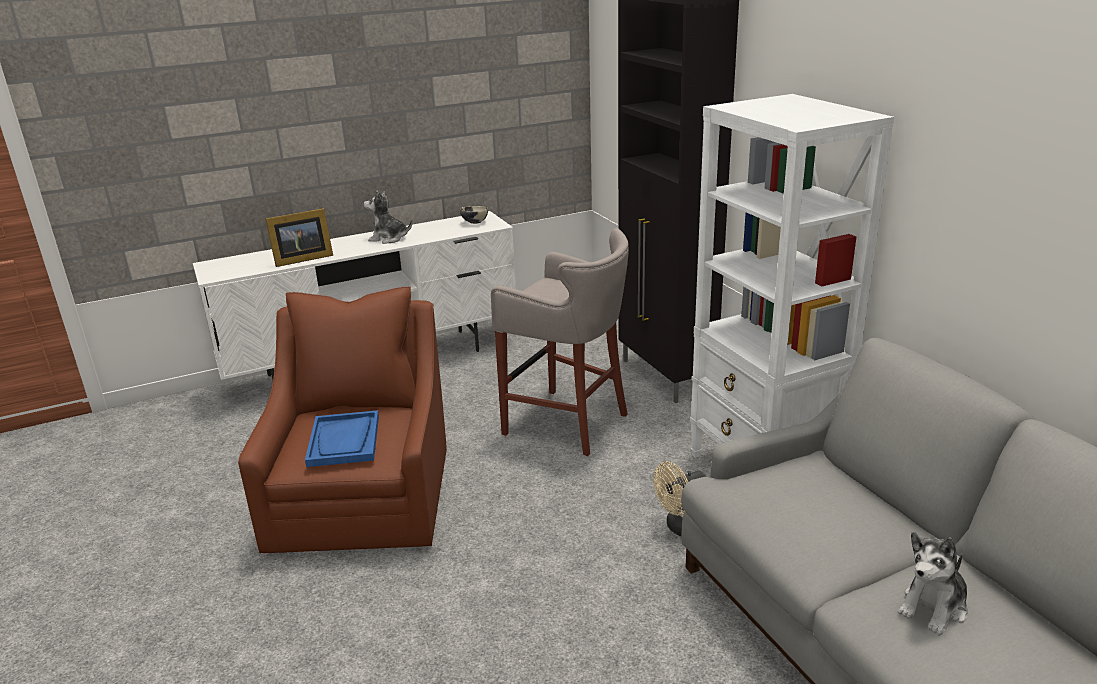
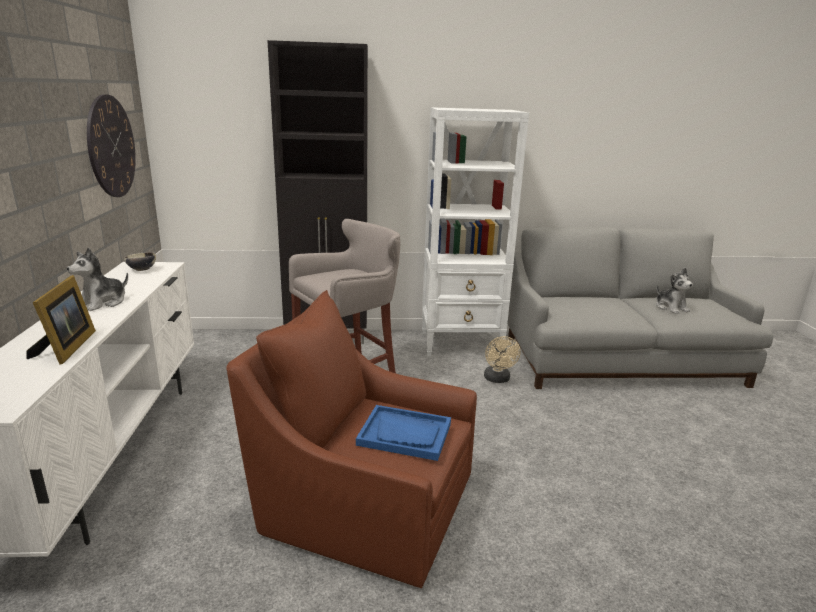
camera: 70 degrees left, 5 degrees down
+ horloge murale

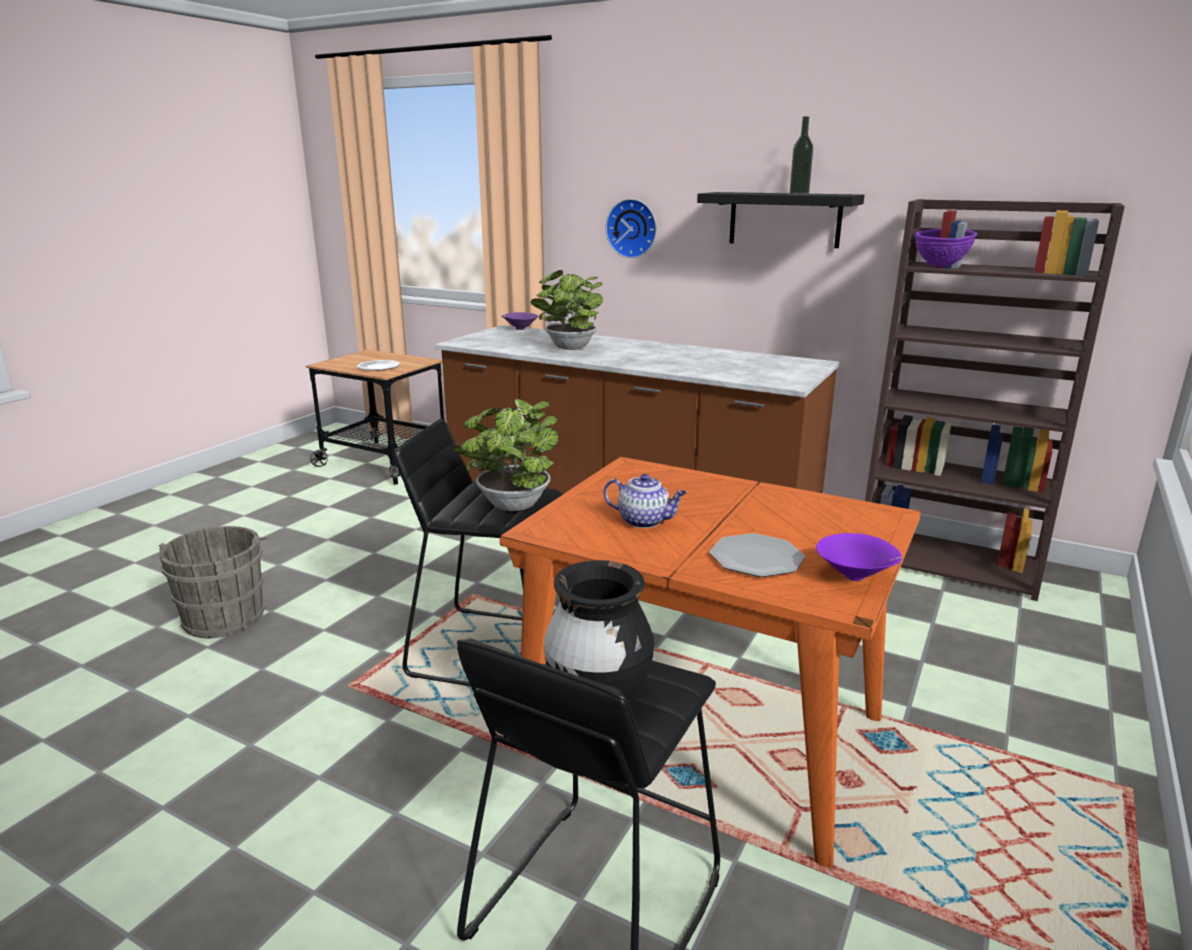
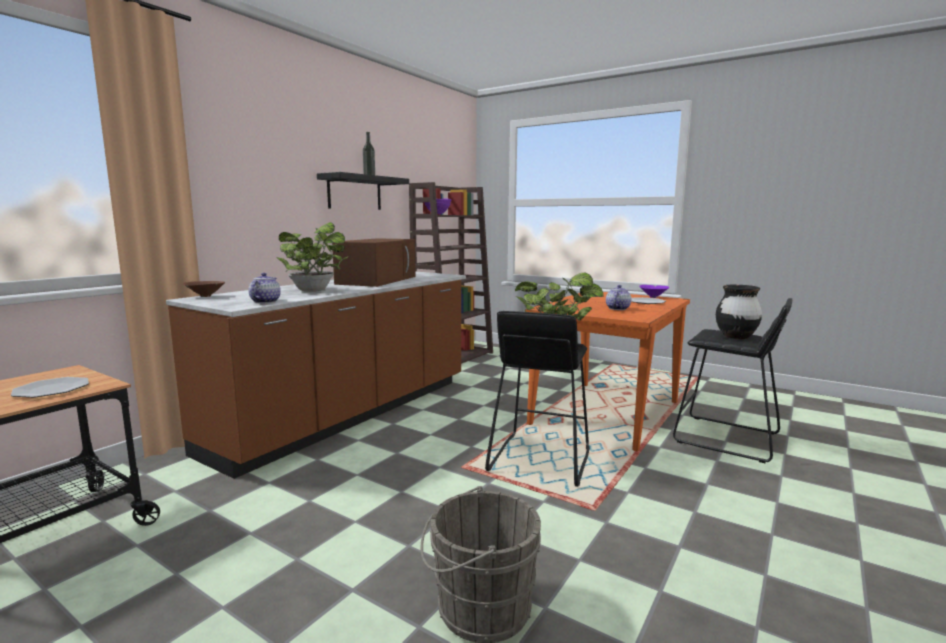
camera: 85 degrees left, 10 degrees down
~ bol/violet (no. 1 from left) to bol/marron
- horloge murale
+ théière (no. 1 from left)
+ micro-ondes/marron

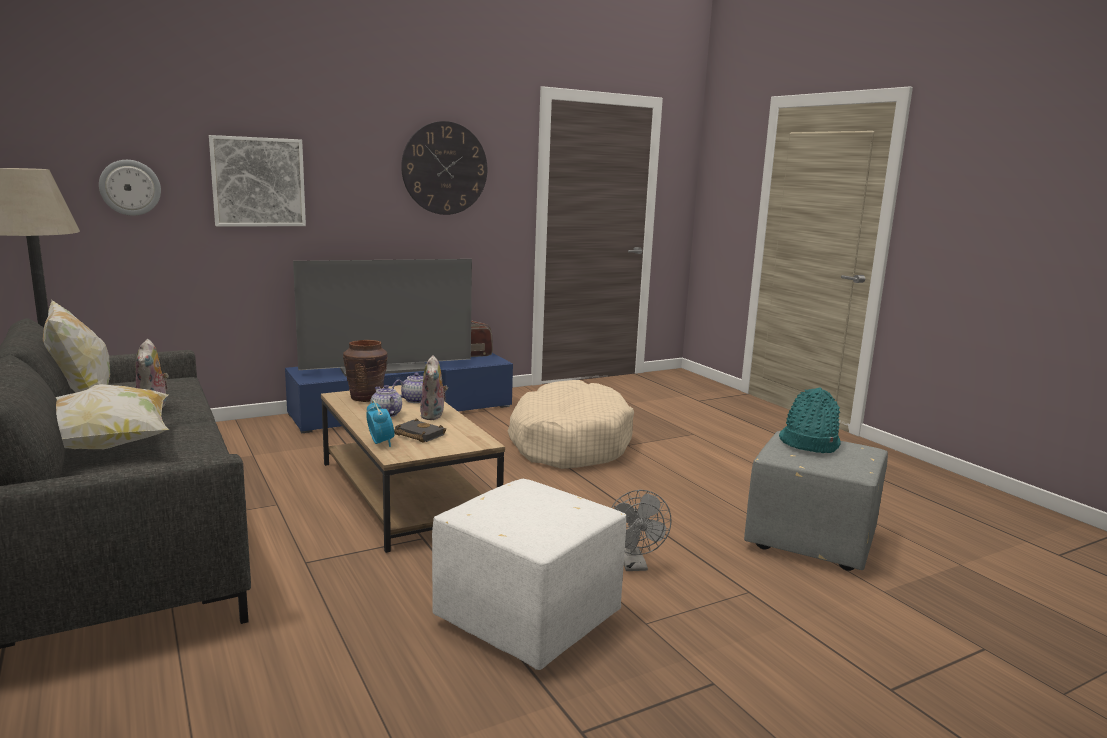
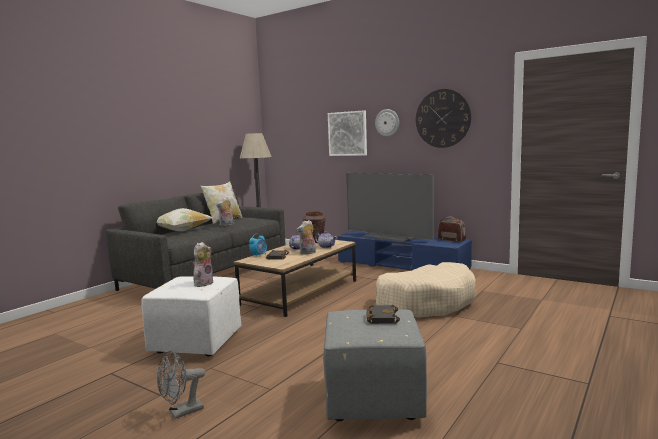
camera: 65 degrees right, 5 degrees down
~ horloge murale (no. 1 from left)
~ ventilateur/gris
~ chapeau/turquoise to livre/noir (no. 2 from left)
+ peluche (no. 1 from left)

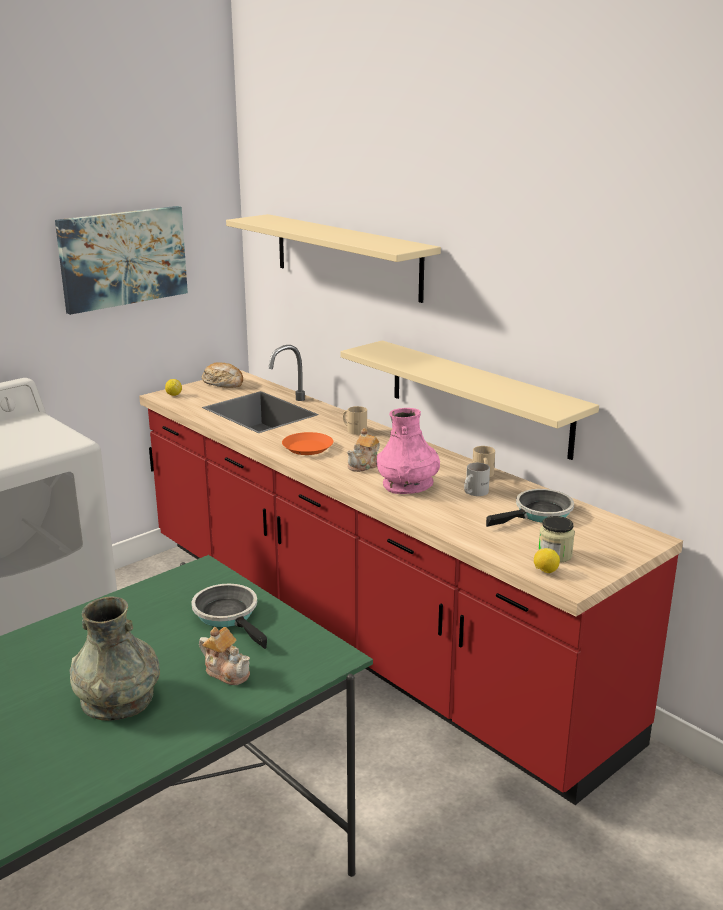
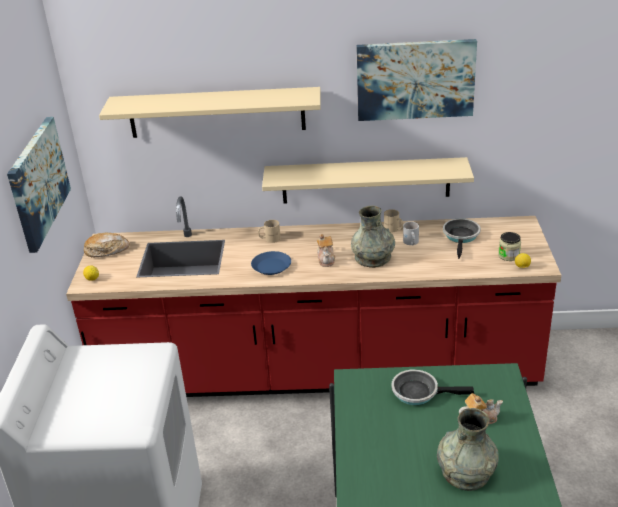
camera: 45 degrees left, 10 degrees up
~ assiette/orange to assiette/bleu
~ vase/rose to vase/gris (no. 1 from left)
+ tableau (no. 2 from left)

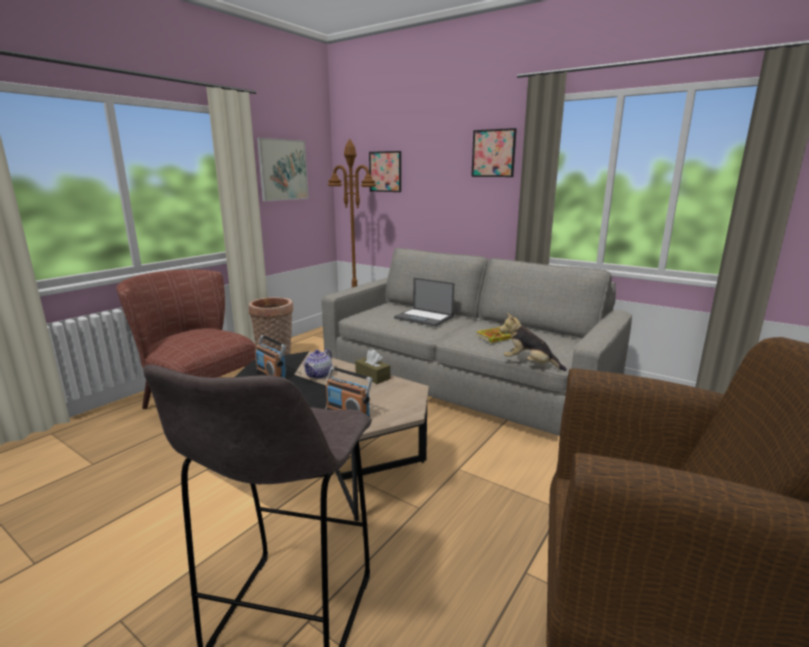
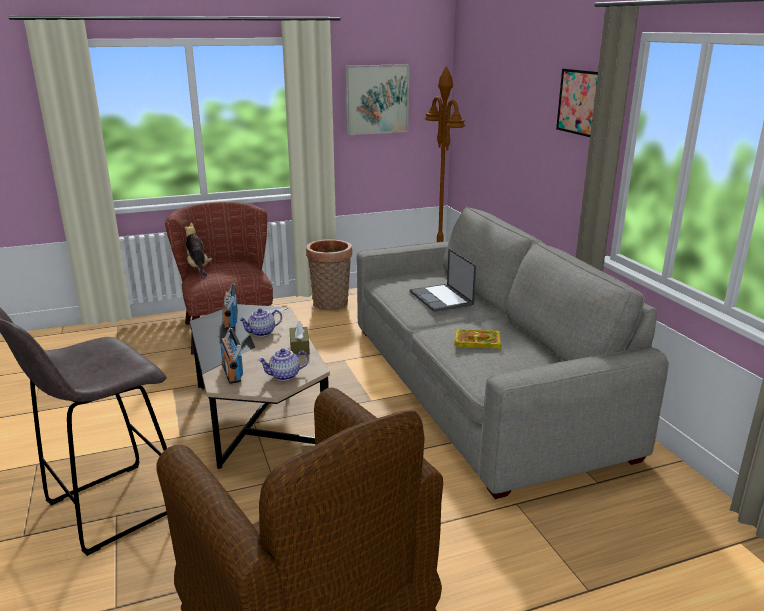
camera: 35 degrees right, 5 degrees up
- tableau (no. 2 from left)
~ peluche
+ théière (no. 2 from left)

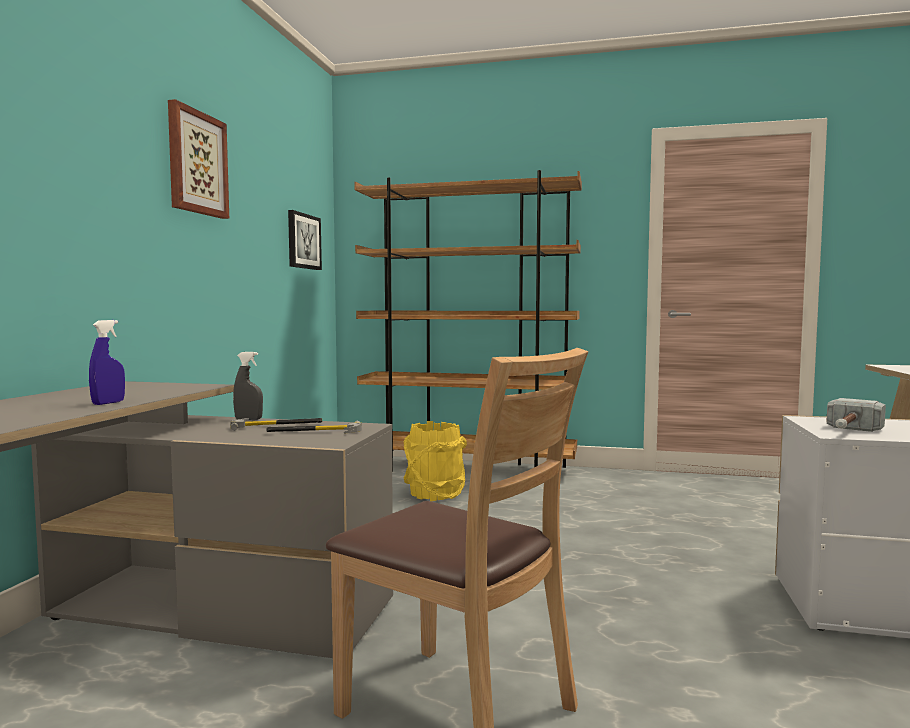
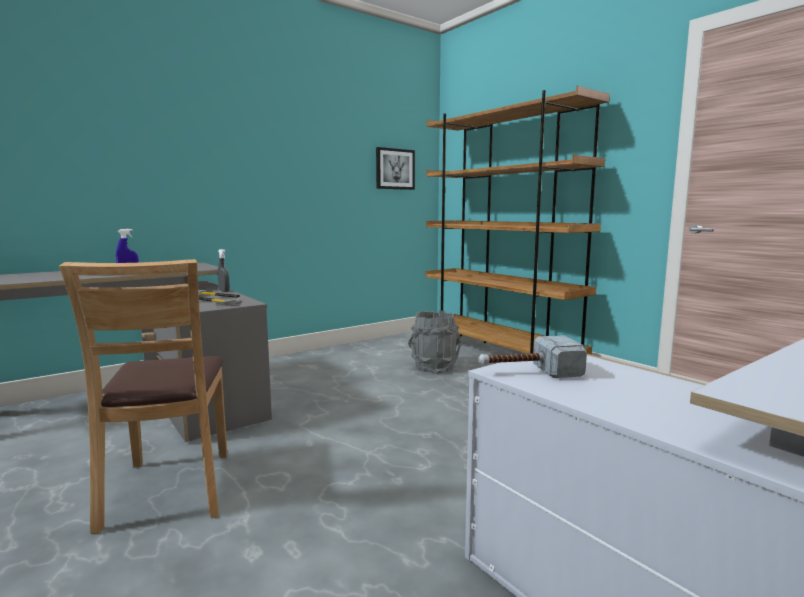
camera: 40 degrees right, 5 degrees up
- tableau (no. 1 from left)
~ seau/jaune to seau/gris

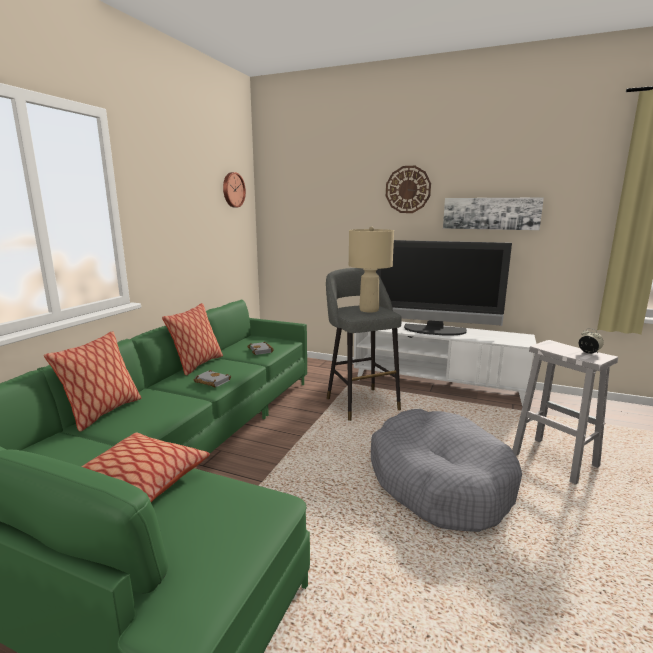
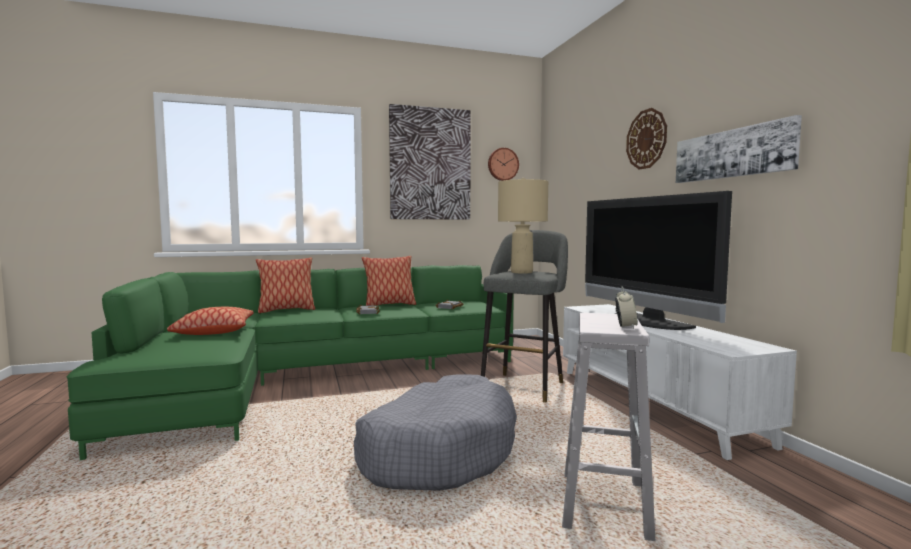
camera: 50 degrees right, 10 degrees down
+ tableau (no. 1 from left)

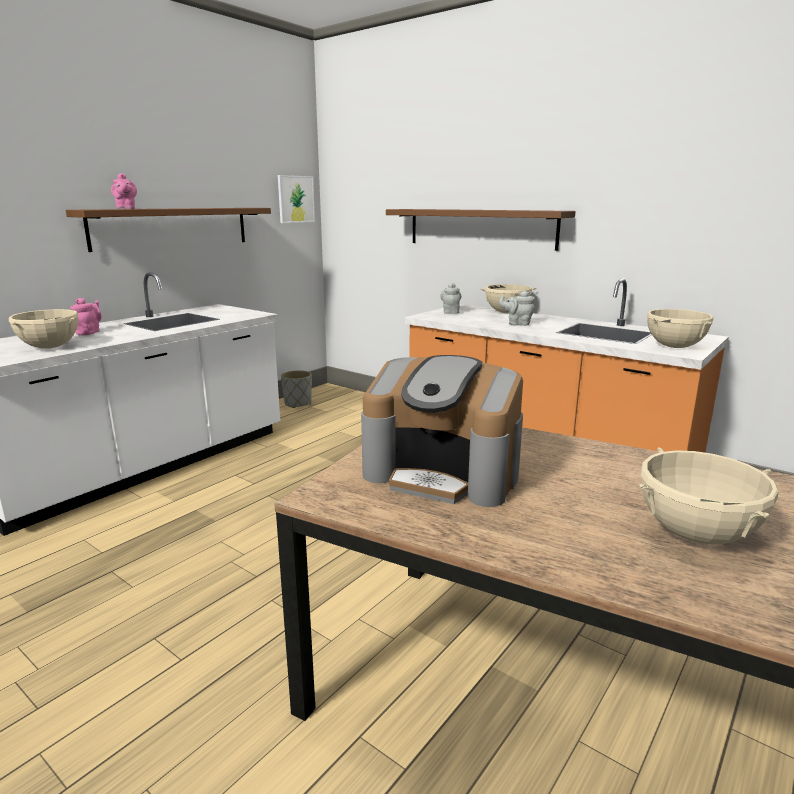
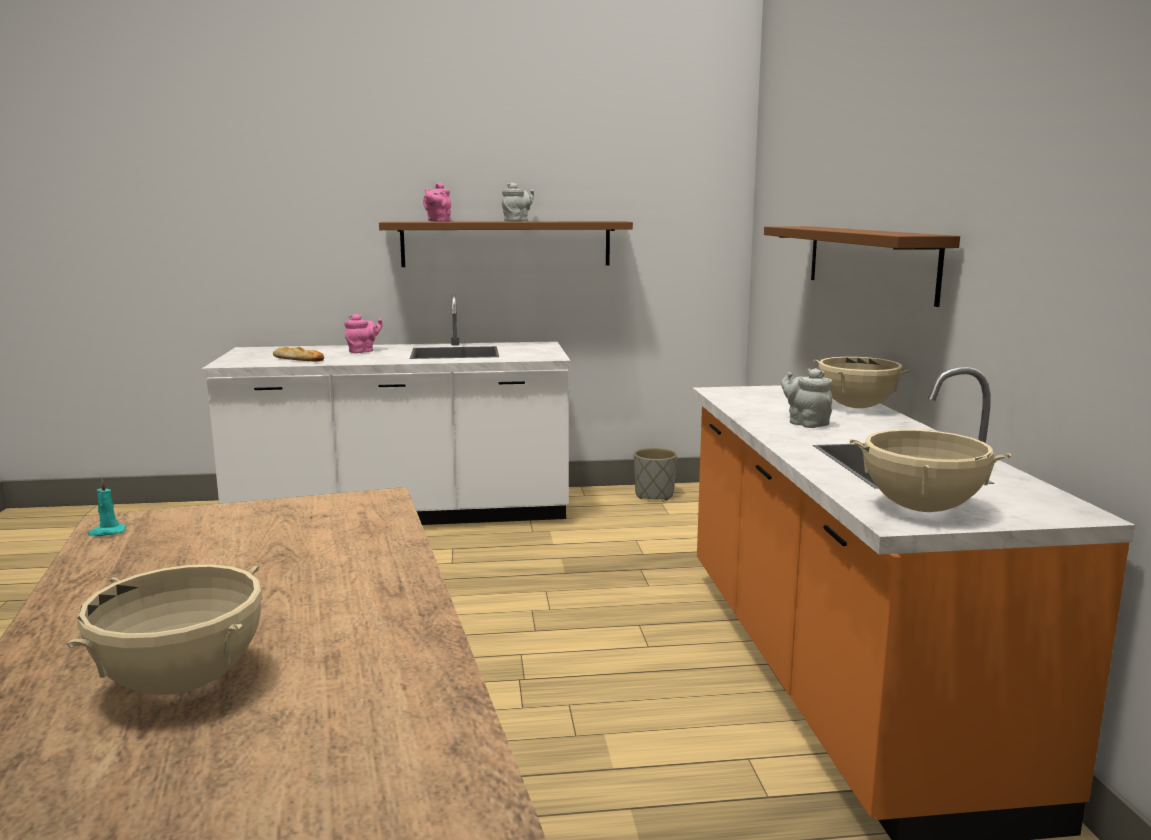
camera: 45 degrees right, 5 degrees down
~ marmite/beige (no. 1 from left) to pain
- tableau
- machine à café
~ théière/gris (no. 1 from left)
+ bougie/turquoise

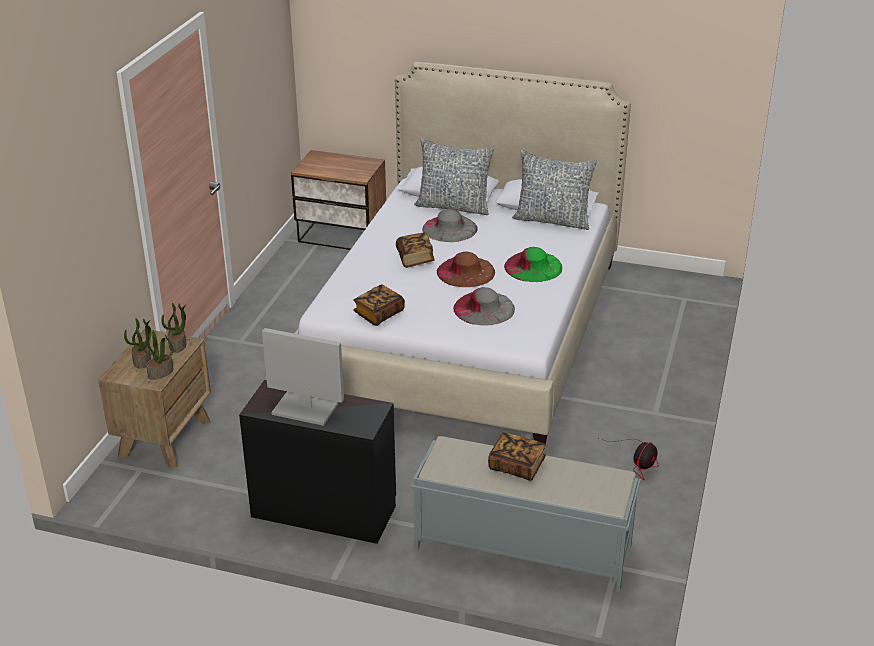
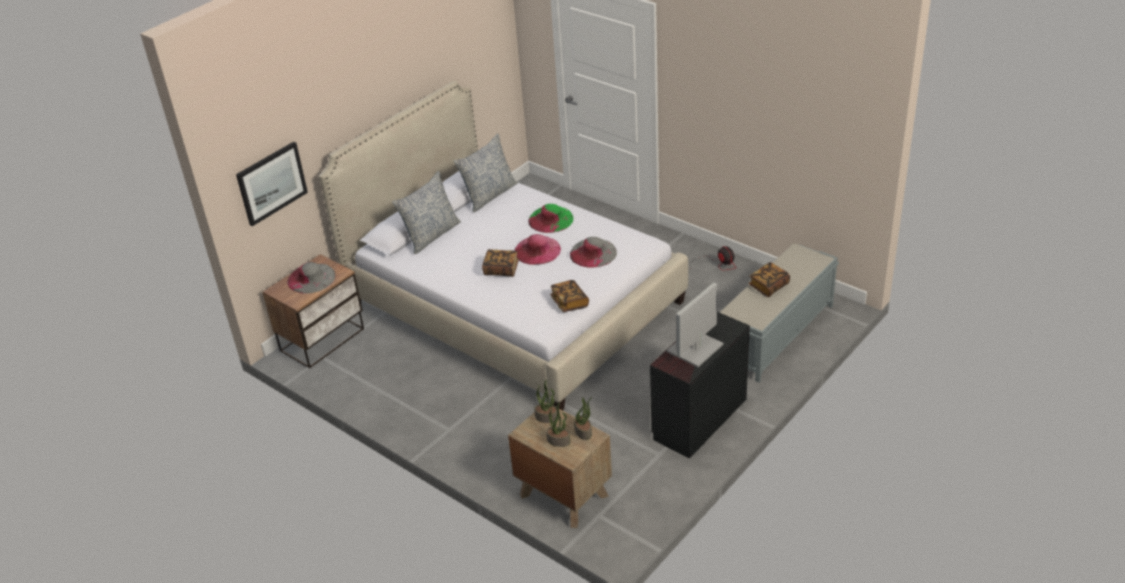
camera: 65 degrees left, 5 degrees up
~ chapeau/gris (no. 1 from left)
~ chapeau/marron to chapeau/rose
+ tableau

